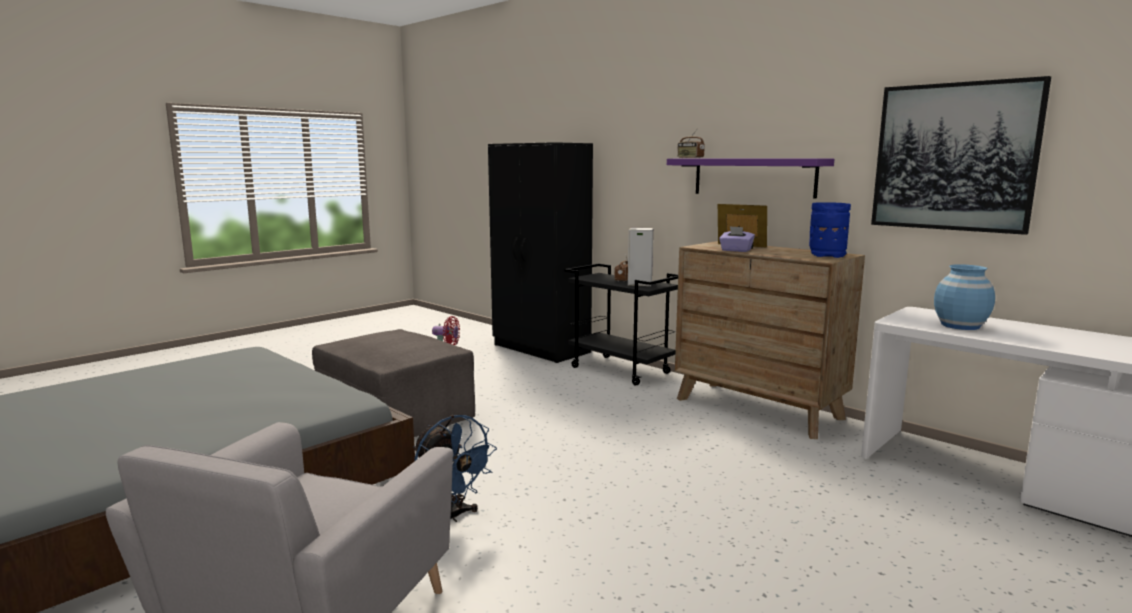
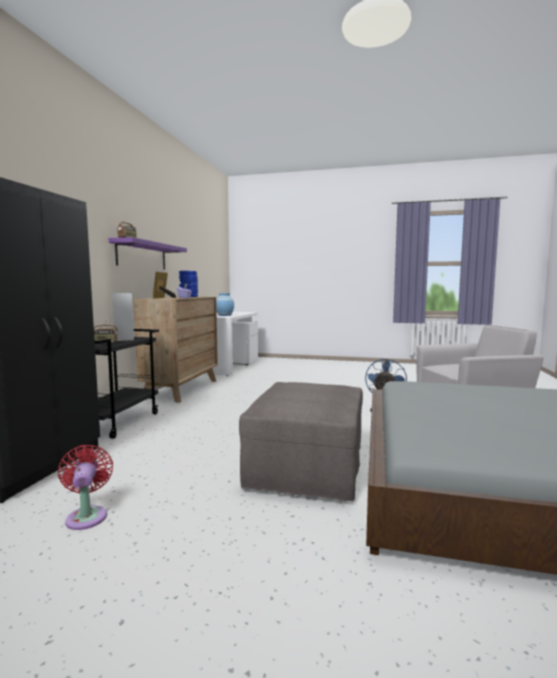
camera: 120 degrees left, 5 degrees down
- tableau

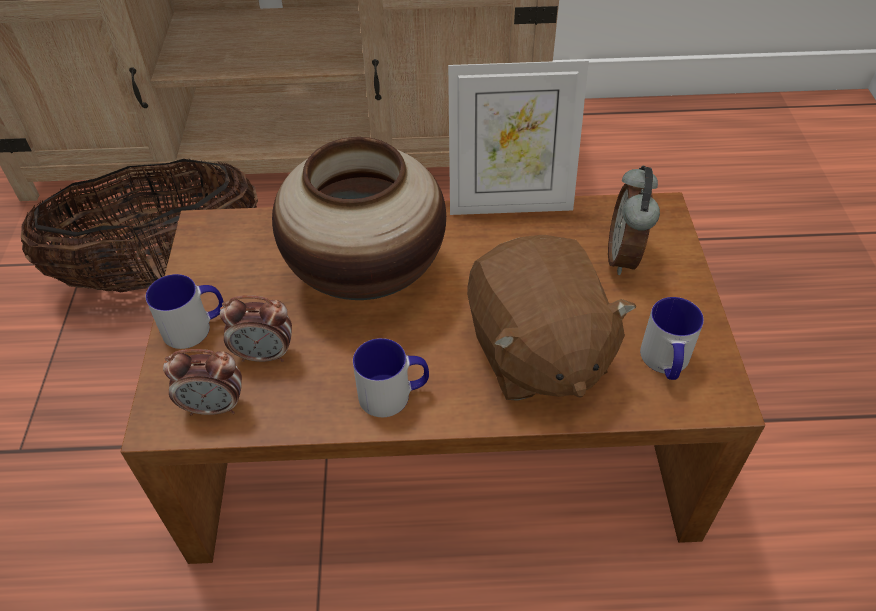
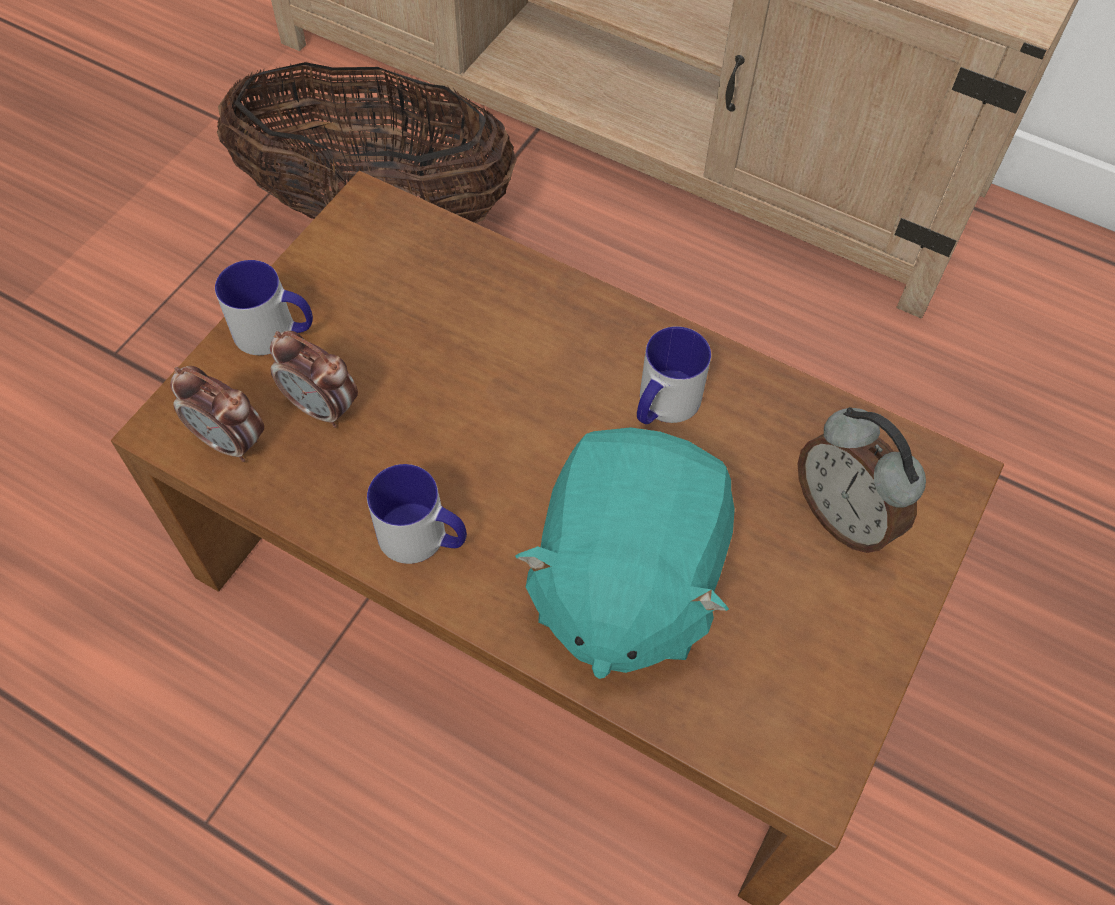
camera: 30 degrees right, 10 degrees up
- vase
- cadre photo
~ peluche/marron to peluche/turquoise
~ réveil (no. 3 from left) 75 degrees counterclockwise
~ mug (no. 3 from left)

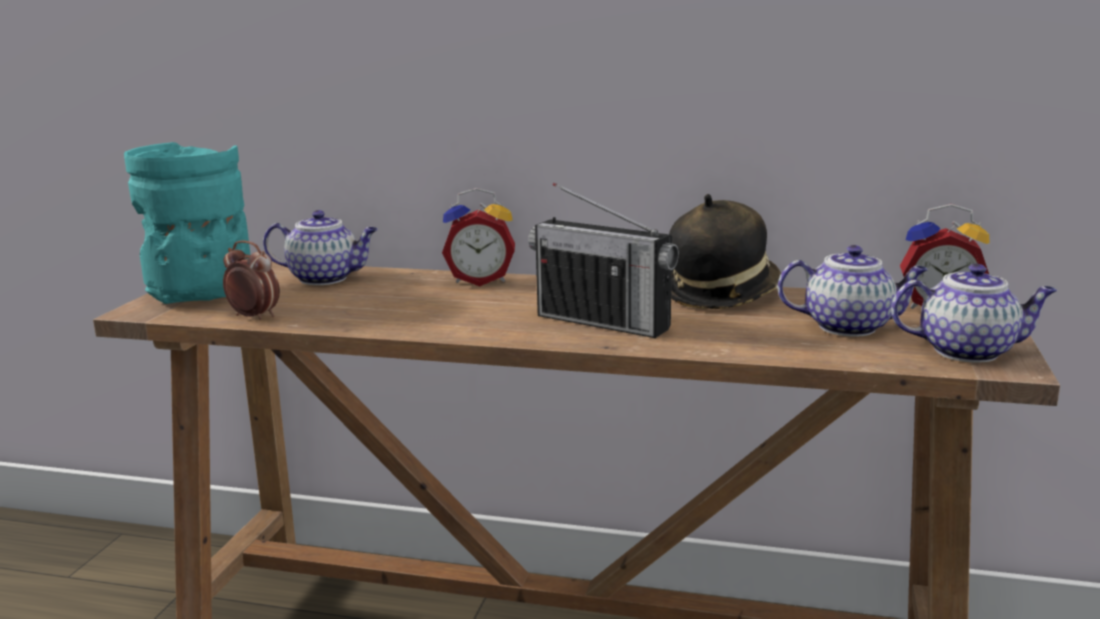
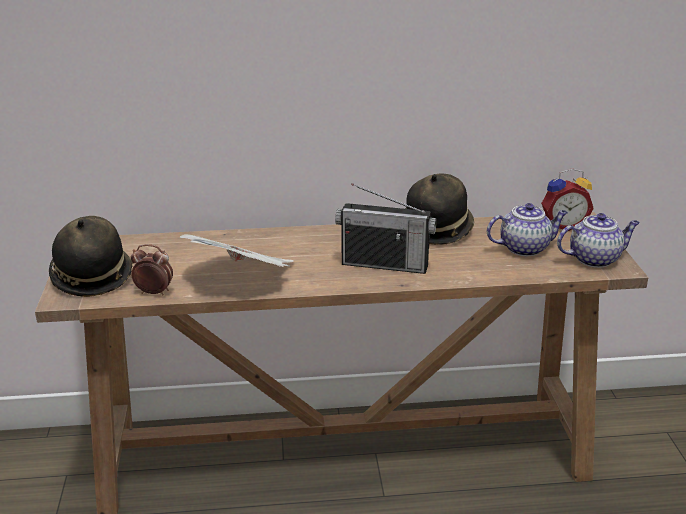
camera: 20 degrees left, 10 degrees up
~ vase/turquoise to chapeau (no. 1 from left)
- théière (no. 1 from left)
- réveil (no. 2 from left)
+ journal

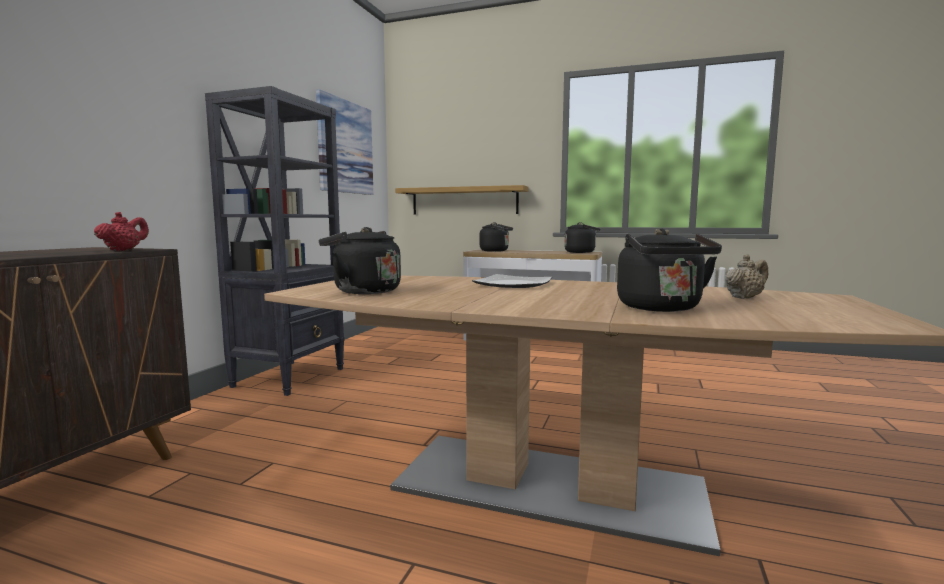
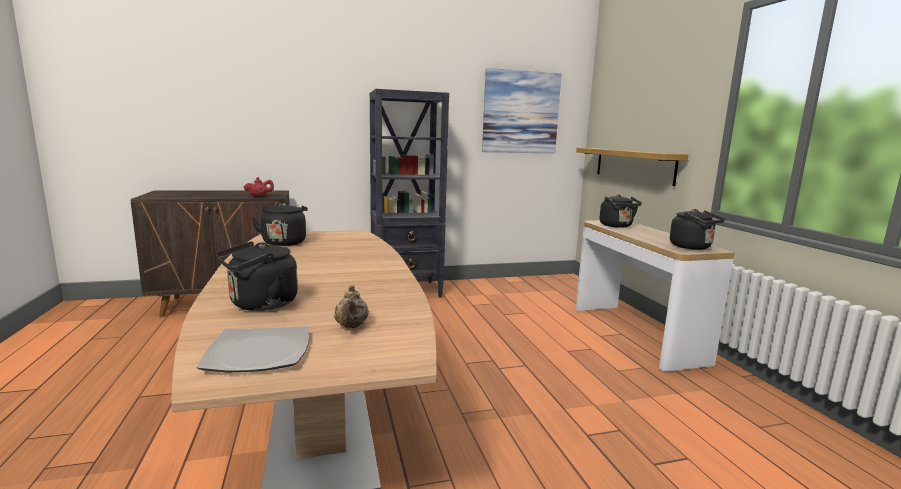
camera: 55 degrees right, 5 degrees up
~ assiette
~ théière/beige 60 degrees clockwise

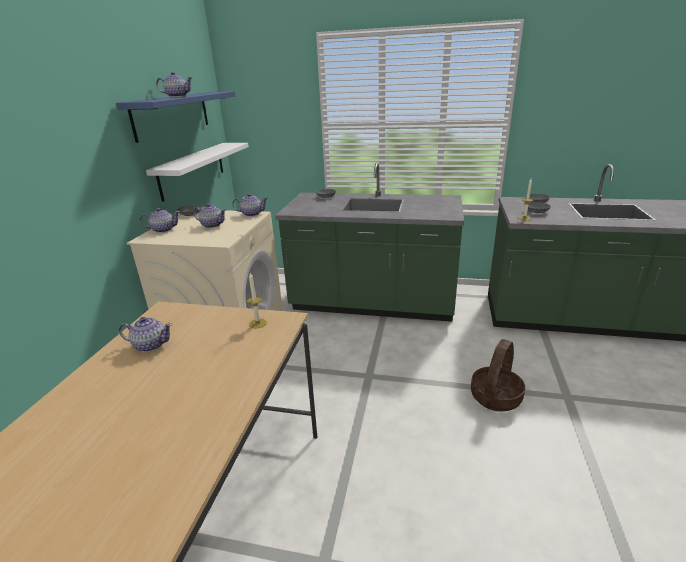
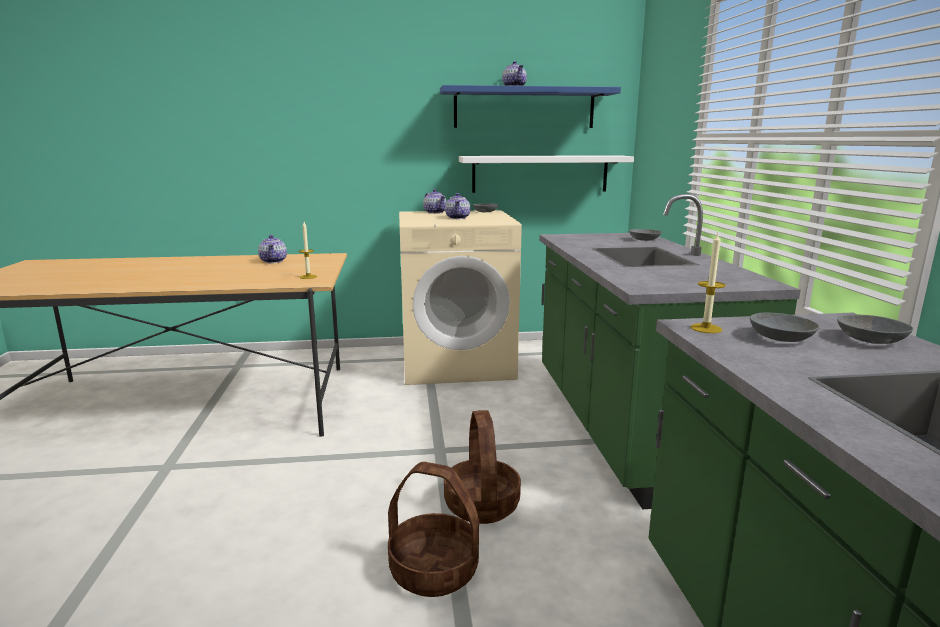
camera: 70 degrees right, 10 degrees down
- théière (no. 5 from left)
+ panier (no. 2 from left)

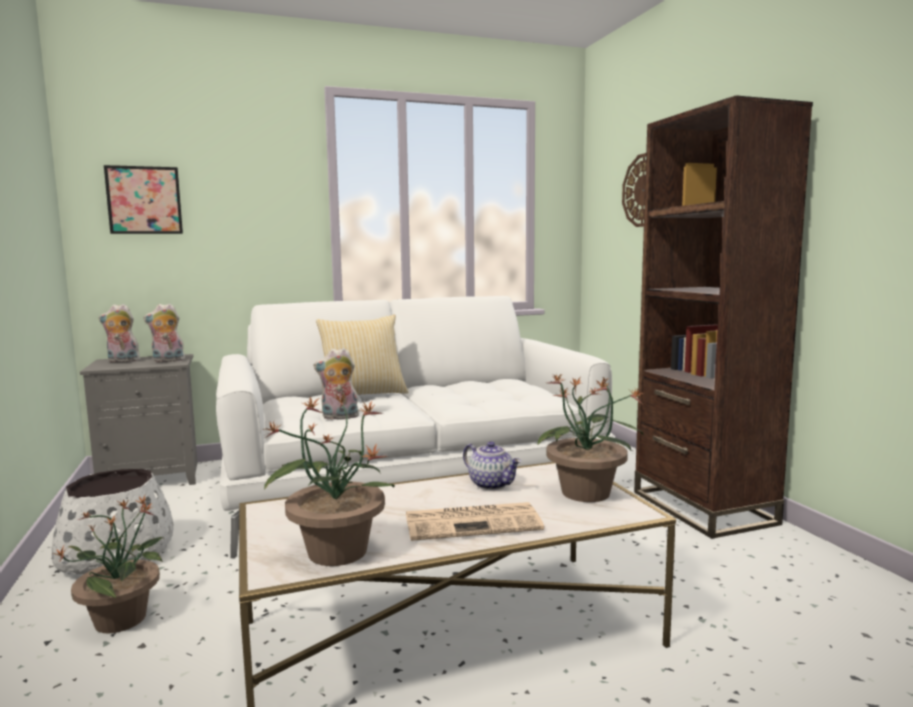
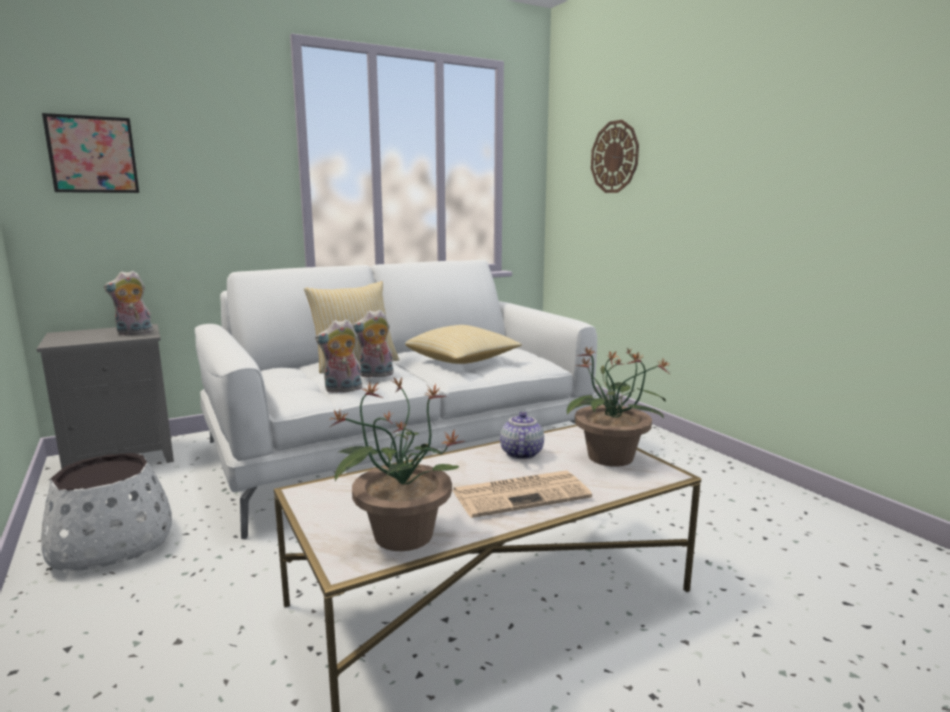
camera: 10 degrees left, 5 degrees up
- plante en pot (no. 1 from left)
~ peluche (no. 1 from left in the first image) to peluche (no. 3 from left)
~ théière 120 degrees counterclockwise
- bibliothèque/marron
+ coussin (no. 2 from left)

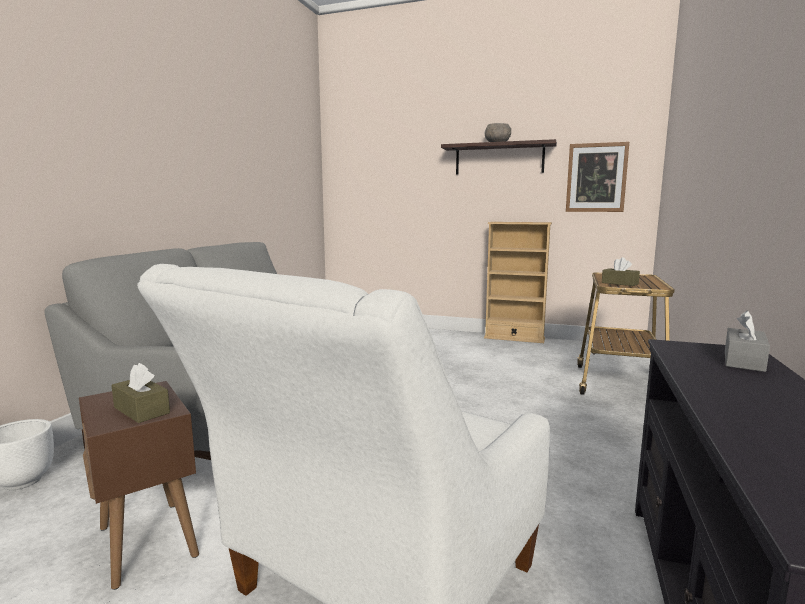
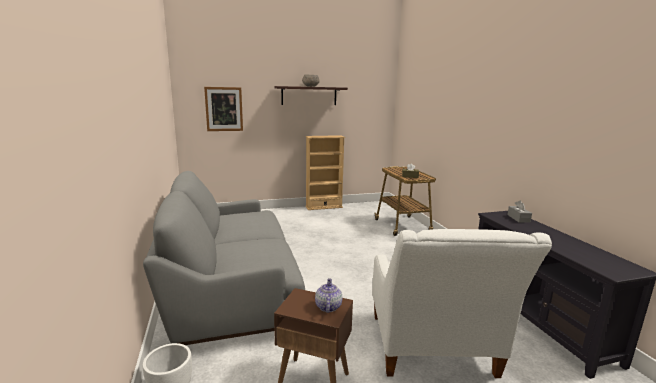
camera: 35 degrees left, 5 degrees up
~ boîte à mouchoirs/marron (no. 1 from left) to théière
~ tableau

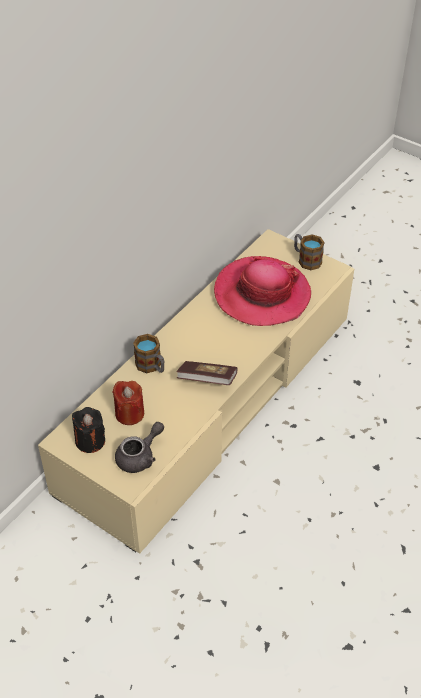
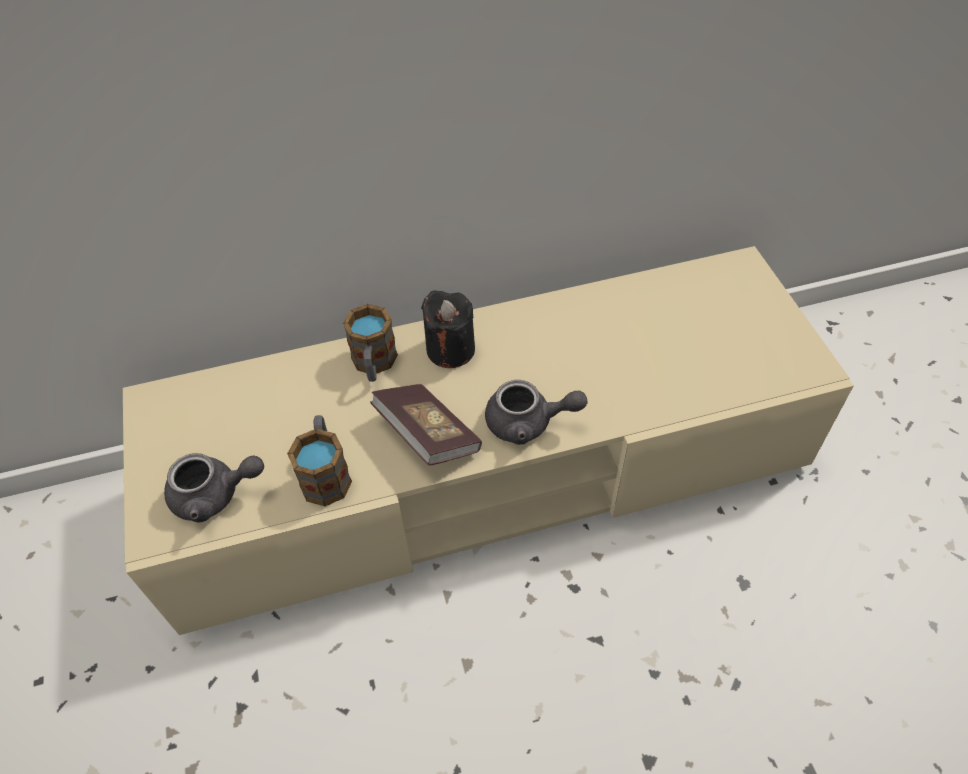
camera: 40 degrees right, 5 degrees up
~ bougie/noir
- bougie/rouge
- chapeau
~ mug (no. 2 from left in the first image) to mug (no. 1 from left)
+ théière/gris (no. 2 from left)

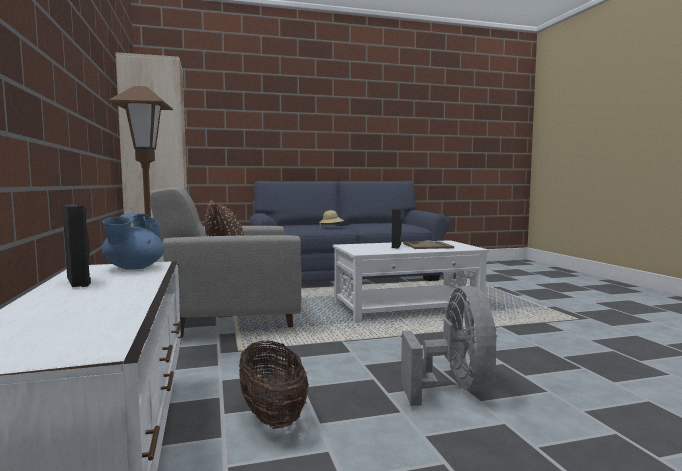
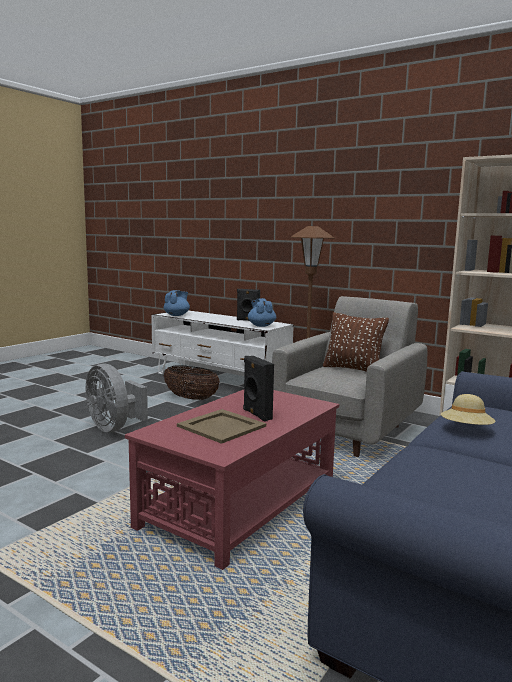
camera: 140 degrees right, 5 degrees up
~ table basse/blanc to table basse/rouge
+ théière/bleu (no. 1 from left)

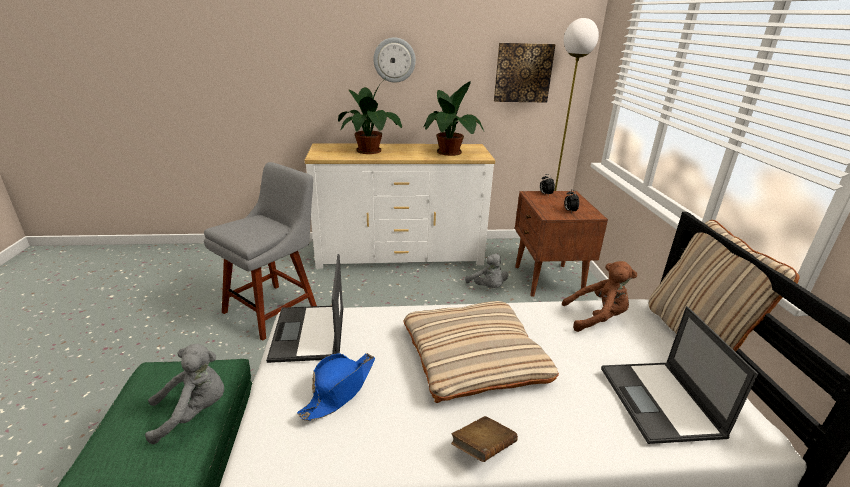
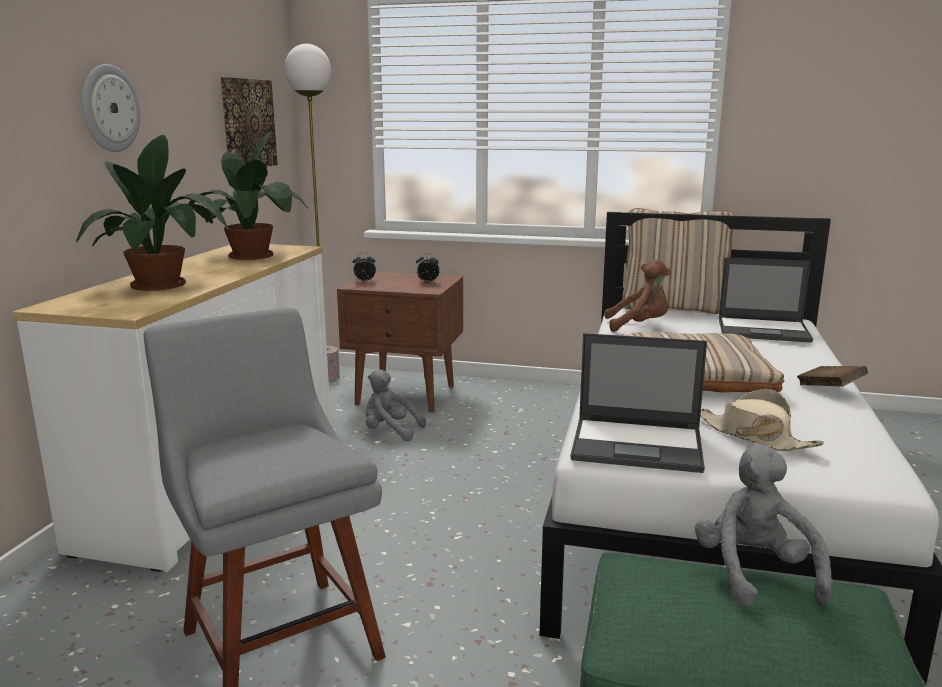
camera: 70 degrees left, 10 degrees down
~ chapeau/bleu to chapeau/beige
~ peluche/gris (no. 2 from left in the first image) 150 degrees counterclockwise
~ peluche/marron 75 degrees clockwise

